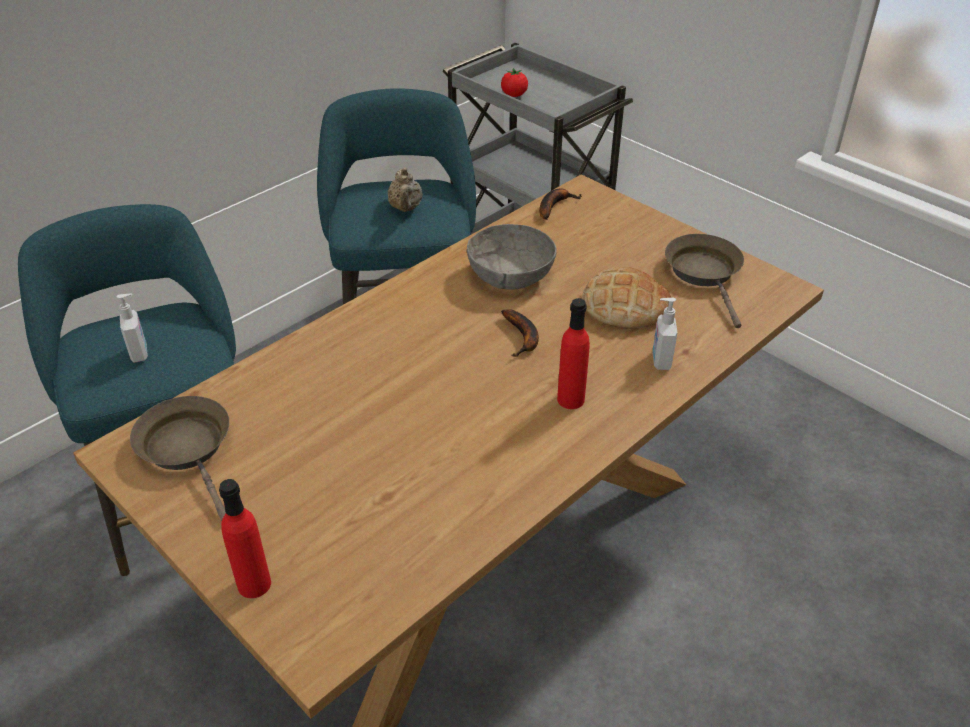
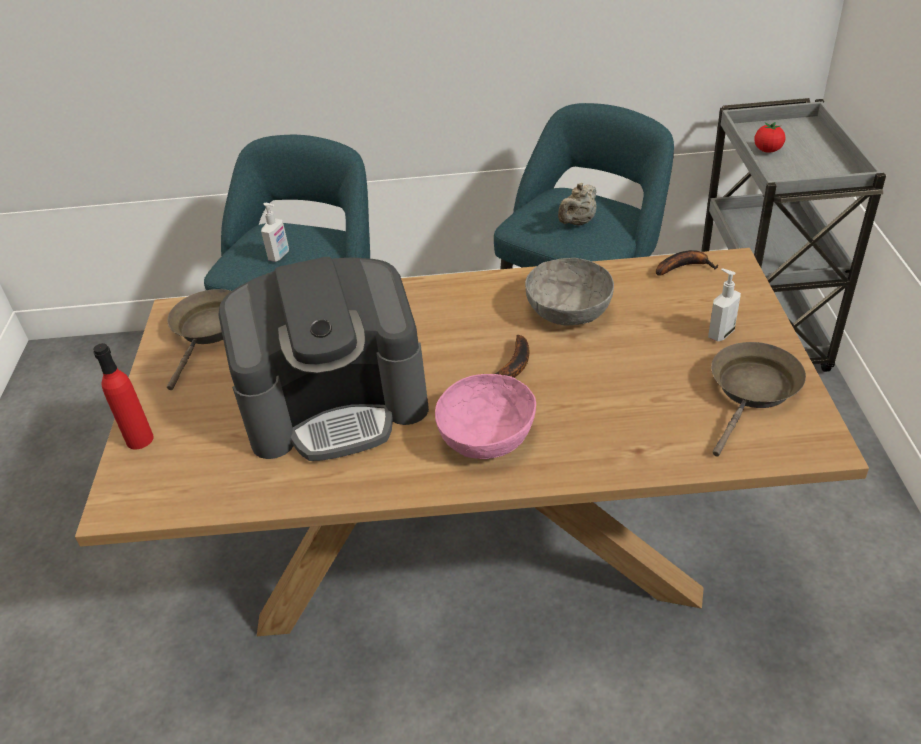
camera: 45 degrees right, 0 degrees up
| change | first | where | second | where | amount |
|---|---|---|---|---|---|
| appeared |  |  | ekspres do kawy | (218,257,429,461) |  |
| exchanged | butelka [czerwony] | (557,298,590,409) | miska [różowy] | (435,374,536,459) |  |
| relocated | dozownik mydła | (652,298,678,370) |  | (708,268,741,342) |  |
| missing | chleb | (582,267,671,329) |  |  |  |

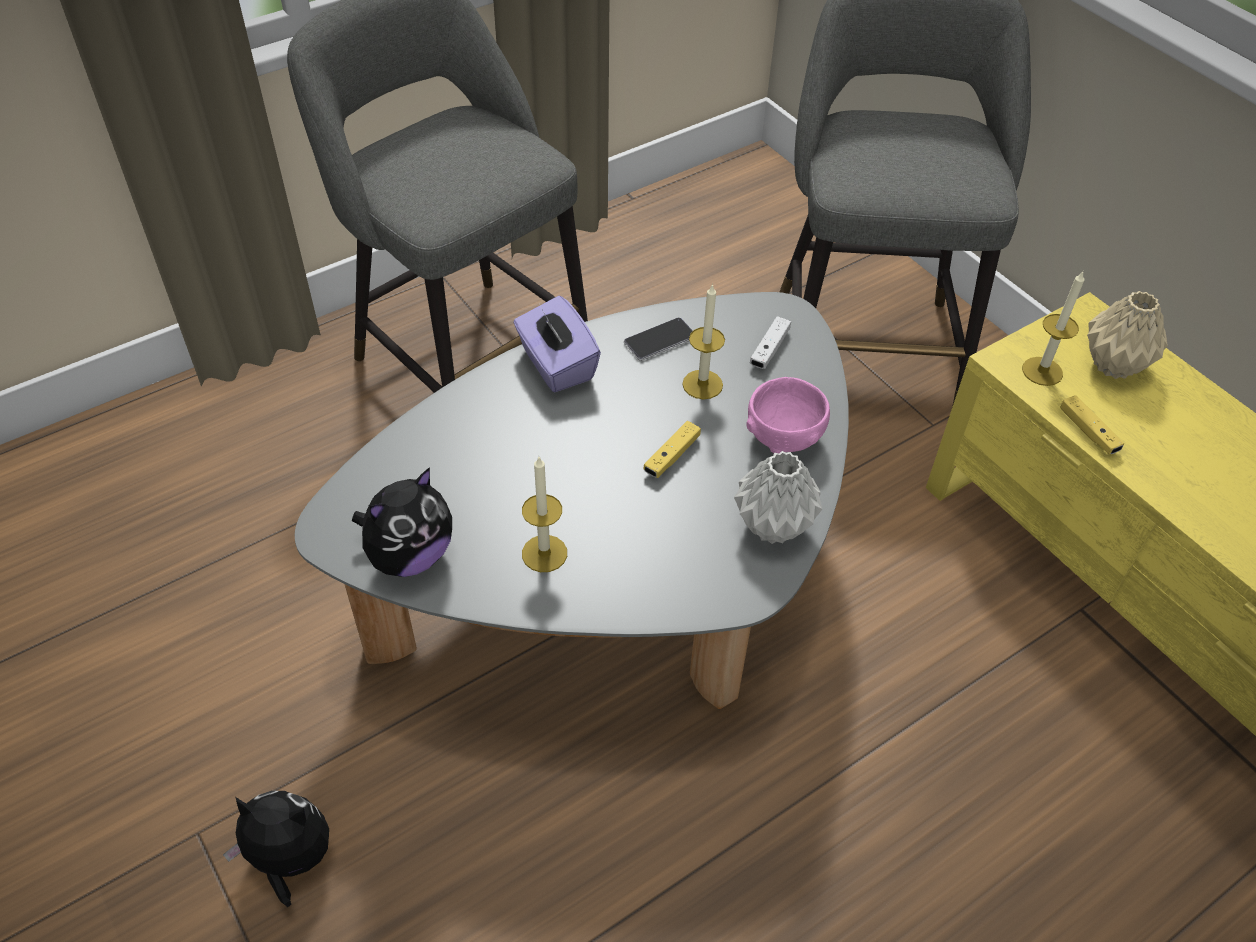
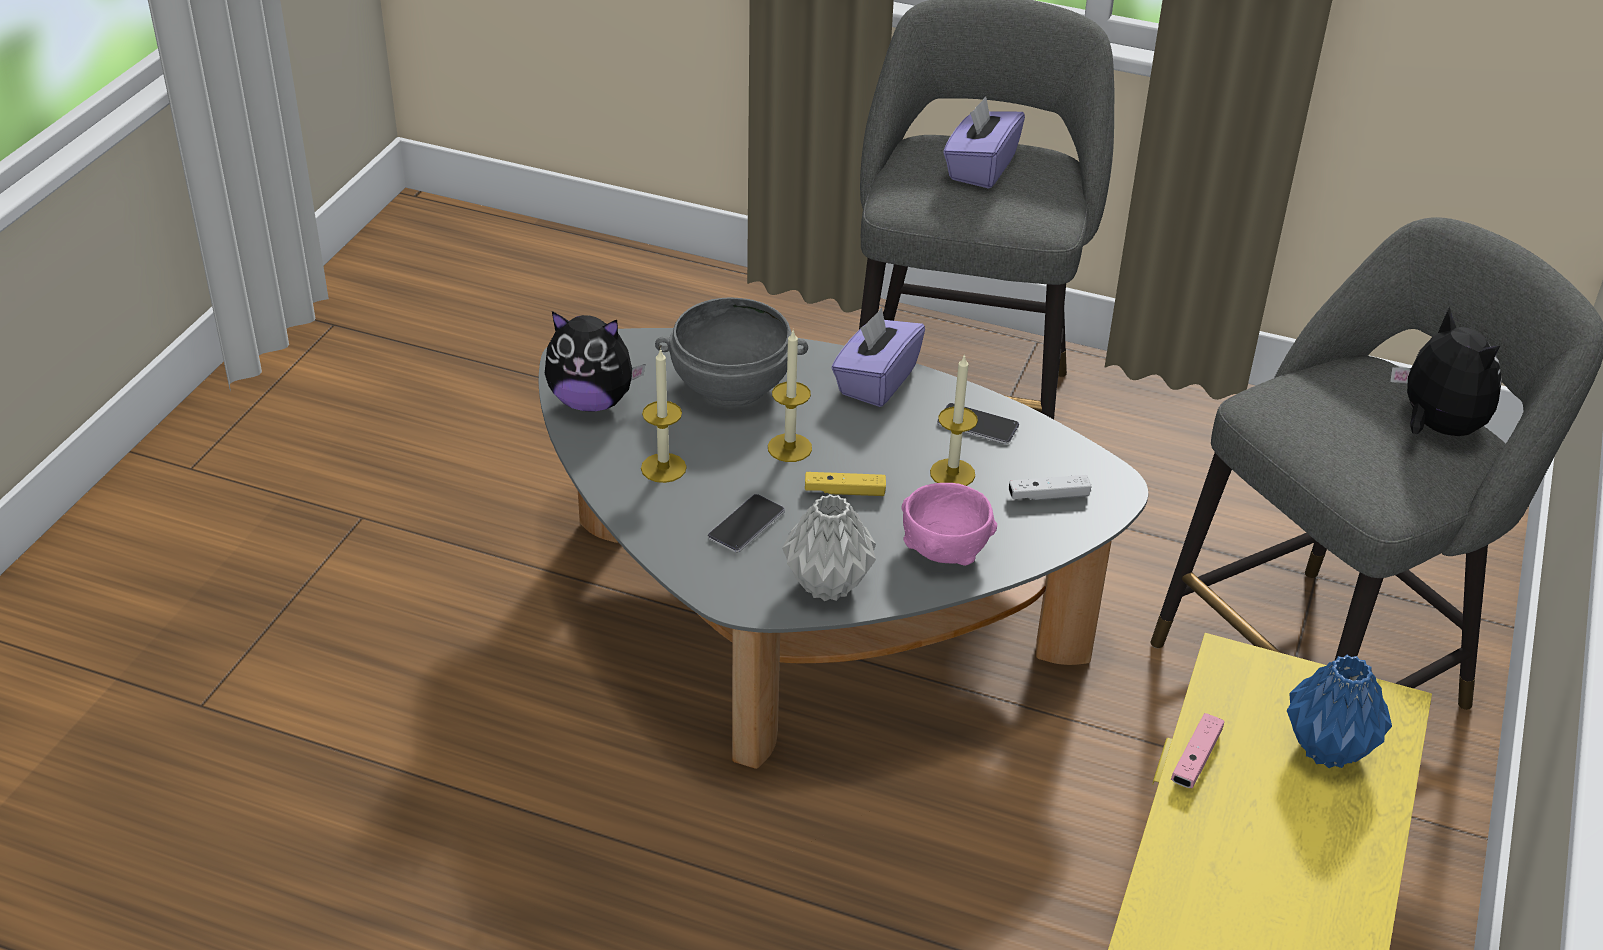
camera: 55 degrees right, 10 degrees down
| change | first | where | second | where | amount |
|---|---|---|---|---|---|
| appeared |  |  | miska [szary] | (655,297,808,407) |  |
| appeared |  |  | telefon | (708,494,785,552) |  |
| relocated | świeca | (1022,272,1084,386) |  | (768,331,812,462) |  |
| appeared |  |  | pudełko chusteczek [fioletowy] | (943,96,1025,189) |  |
| colour | pad do gier [żółty] | (1060,395,1124,455) | pad do gier [różowy] | (1171,713,1224,788) |  |
| colour | wazon [beżowy] | (1087,291,1168,379) | wazon [niebieski] | (1287,655,1392,768) |  |
| relocated | pluszak | (223,791,329,907) |  | (1390,307,1502,436) |  |

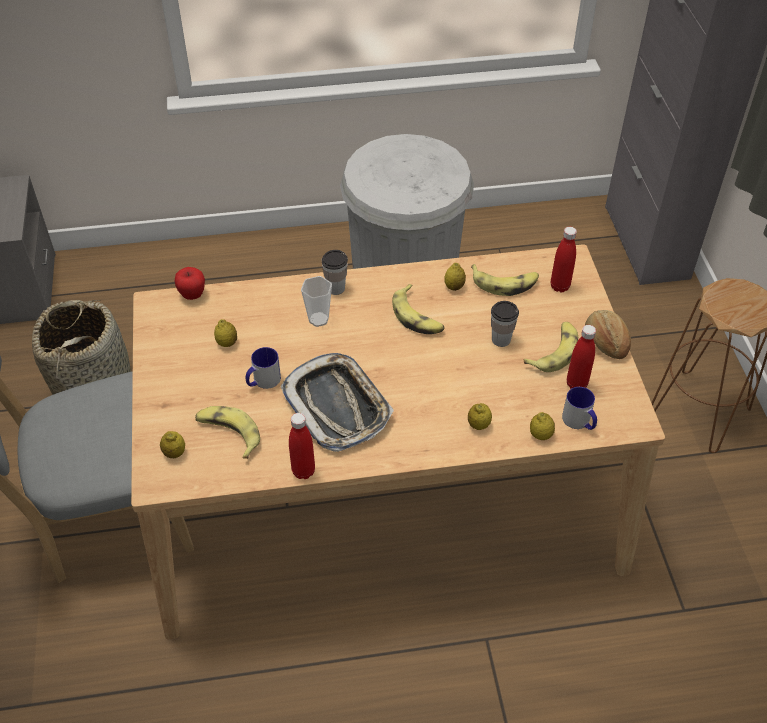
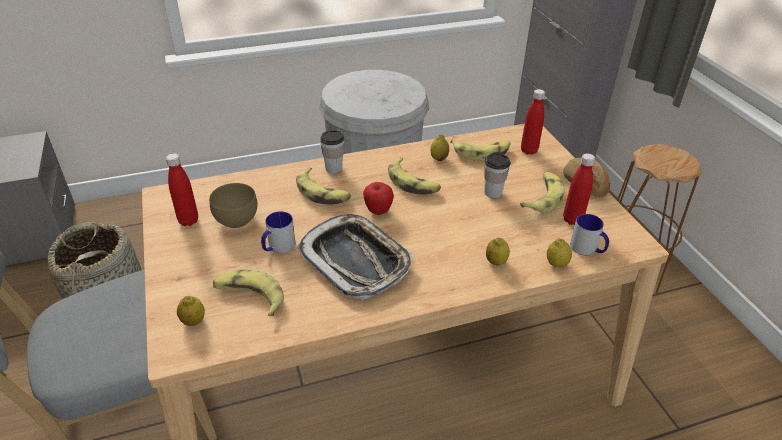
camera: 10 degrees left, 10 degrees down
| change | first | where | second | where | amount |
|---|---|---|---|---|---|
| relocated | butelka [czerwony] | (289,413,315,479) |  | (166,154,198,226) |  |
| exchanged | cytryna | (214,319,237,347) | miska [brązowy] | (209,183,257,228) |  |
| exchanged | filiżanka | (301,276,332,327) | banan | (296,167,351,205) |  |
| relocated | jabłko | (174,267,205,300) |  | (363,182,394,215) |  |

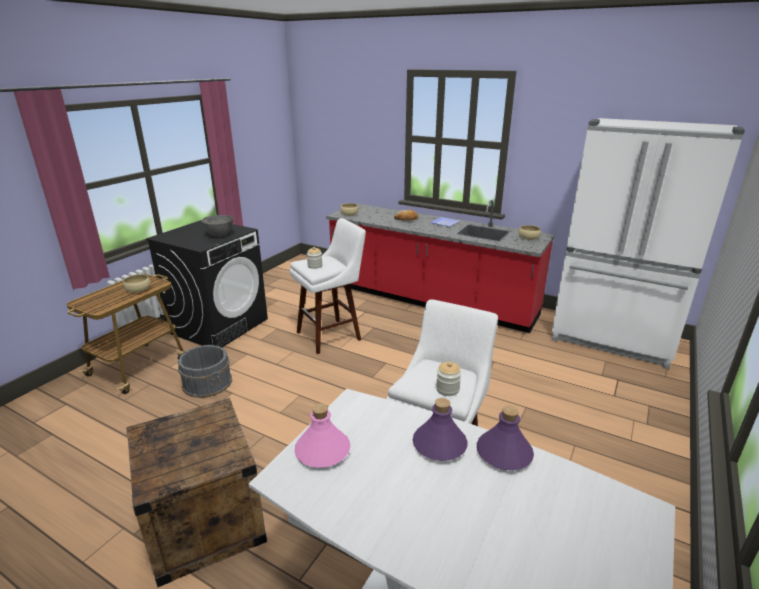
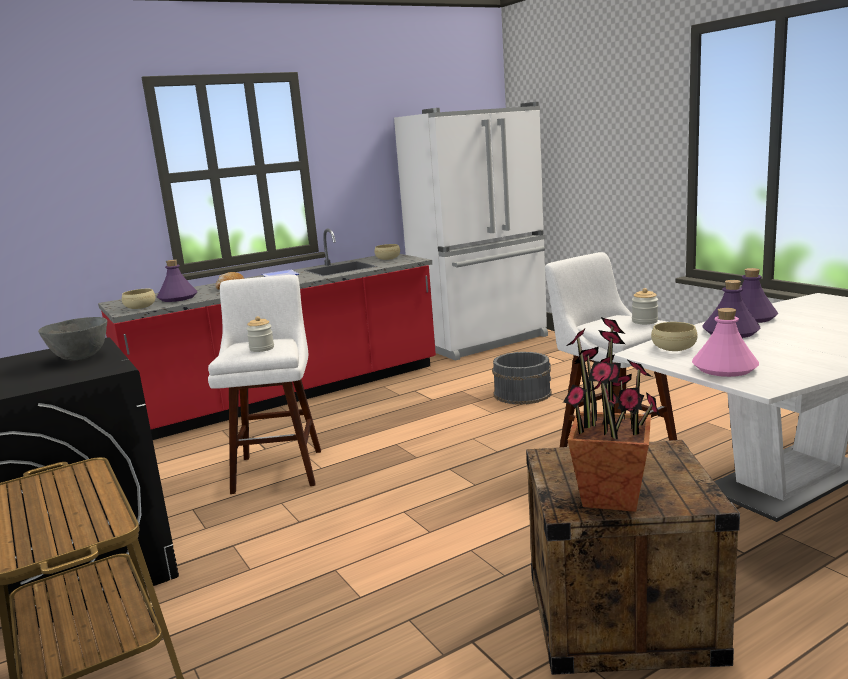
camera: 60 degrees left, 10 degrees down
| change | first | where | second | where | amount |
|---|---|---|---|---|---|
| appeared |  |  | butelka [fioletowy] | (157,260,197,302) |  |
| relocated | wiadro [szary] | (178,345,232,398) |  | (492,352,552,405) |  |
| appeared |  |  | roślina doniczkowa | (563,317,660,512) |  |
| relocated | miska [beżowy] | (123,274,150,293) |  | (651,322,698,351) |  |

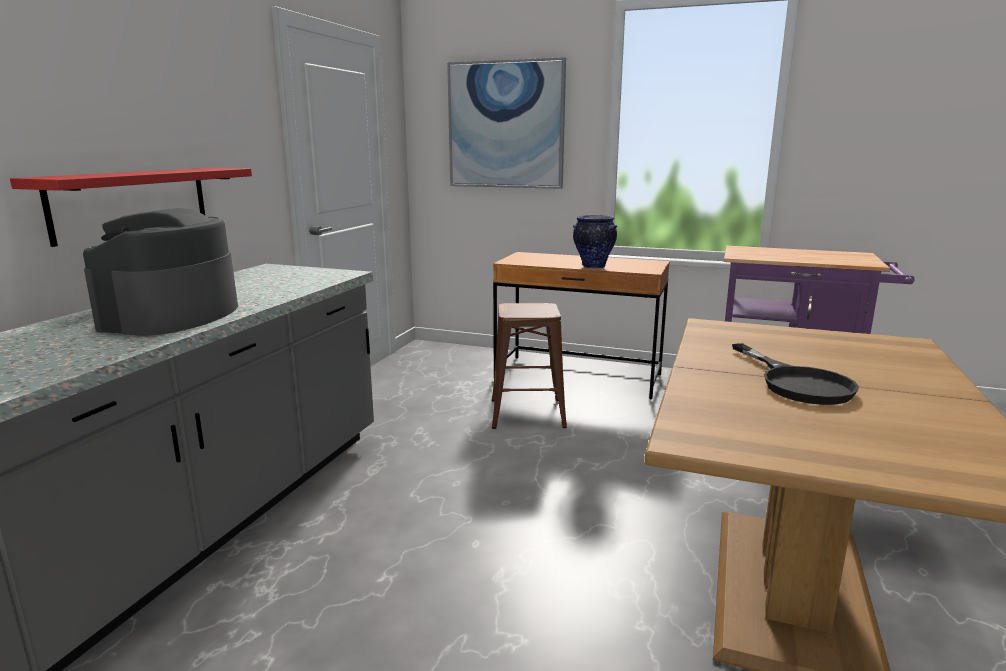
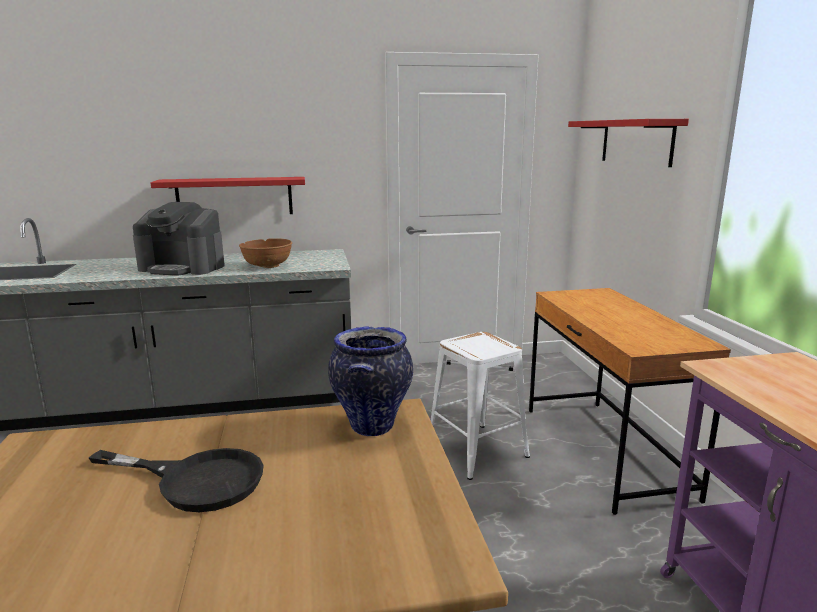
camera: 60 degrees right, 0 degrees up
| change | first | where | second | where | amount |
|---|---|---|---|---|---|
| spun | patelnia [czarny] | (732,343,859,405) |  | (89,448,264,512) | 120 degrees counterclockwise |
| spun | ekspres do kawy | (83,208,238,336) |  | (133,202,225,276) | 150 degrees counterclockwise |
| appeared |  |  | miska [brązowy] | (239,238,292,268) |  |
| relocated | wazon | (573,215,617,269) |  | (328,326,413,436) |  |
| colour | stołek [brązowy] | (492,303,567,429) | stołek [biały] | (431,332,530,480) |  |
| exchanged | obraz | (447,57,566,189) | półka [czerwony] | (568,119,689,167) |  |

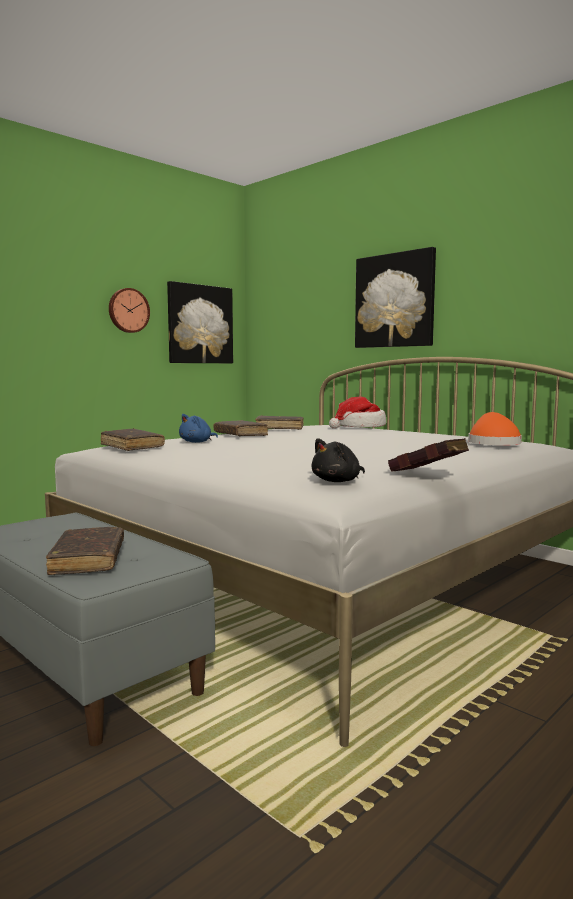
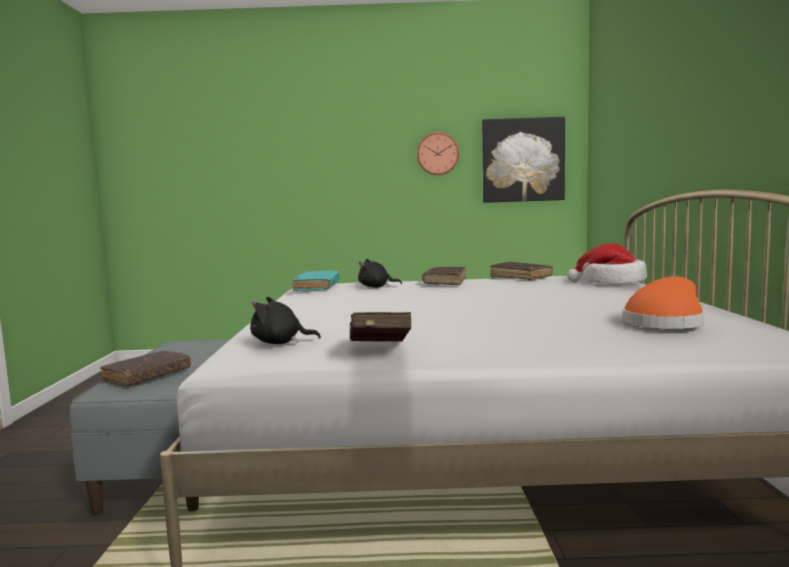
camera: 45 degrees right, 0 degrees up
| change | first | where | second | where | amount |
|---|---|---|---|---|---|
| colour | książka [brązowy] | (101,428,165,451) | książka [turkusowy] | (292,270,340,291) |  |
| colour | pluszak [niebieski] | (179,414,218,443) | pluszak [czarny] | (358,259,402,288) |  |
| missing | obraz | (355,247,436,348) |  |  |  |

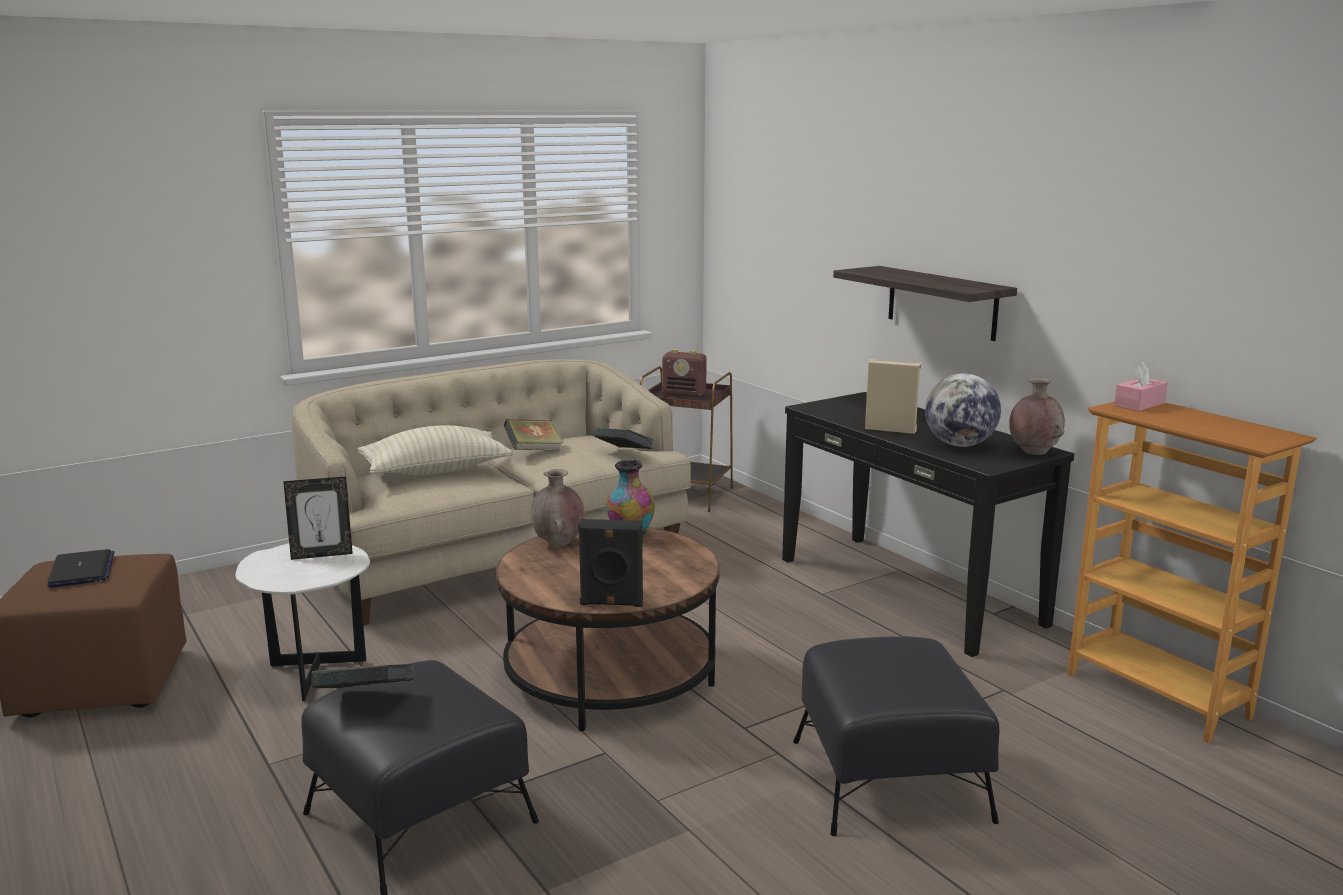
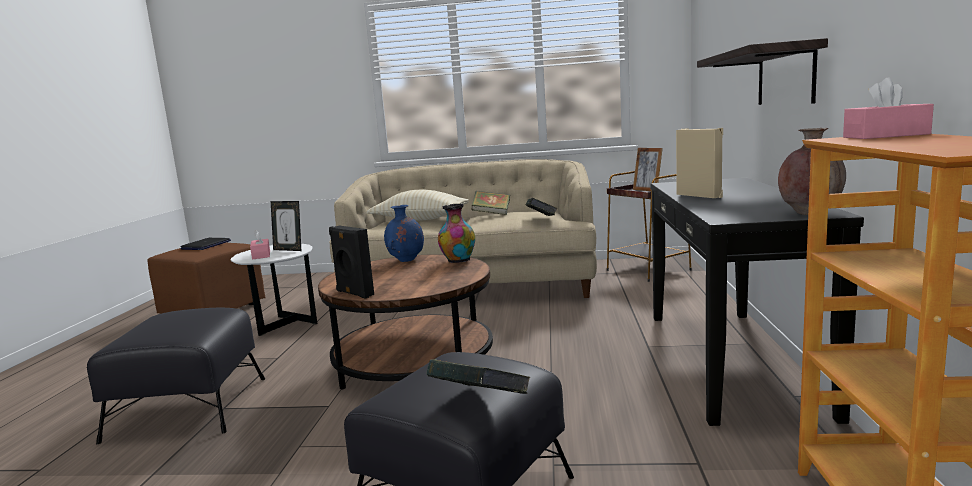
camera: 40 degrees right, 5 degrees down
| change | first | where | second | where | amount |
|---|---|---|---|---|---|
| appeared |  |  | pudełko chusteczek [różowy] | (250,230,270,260) |  |
| colour | wazon [brązowy] | (530,469,585,547) | wazon [niebieski] | (384,205,424,262) |  |
| relocated | książka | (311,664,414,688) |  | (426,359,531,394) |  |
| exchanged | radio | (662,349,707,397) | ramka na zdjęcie | (633,148,663,191) |  |
| missing | globus | (925,373,1001,447) |  |  |  |

